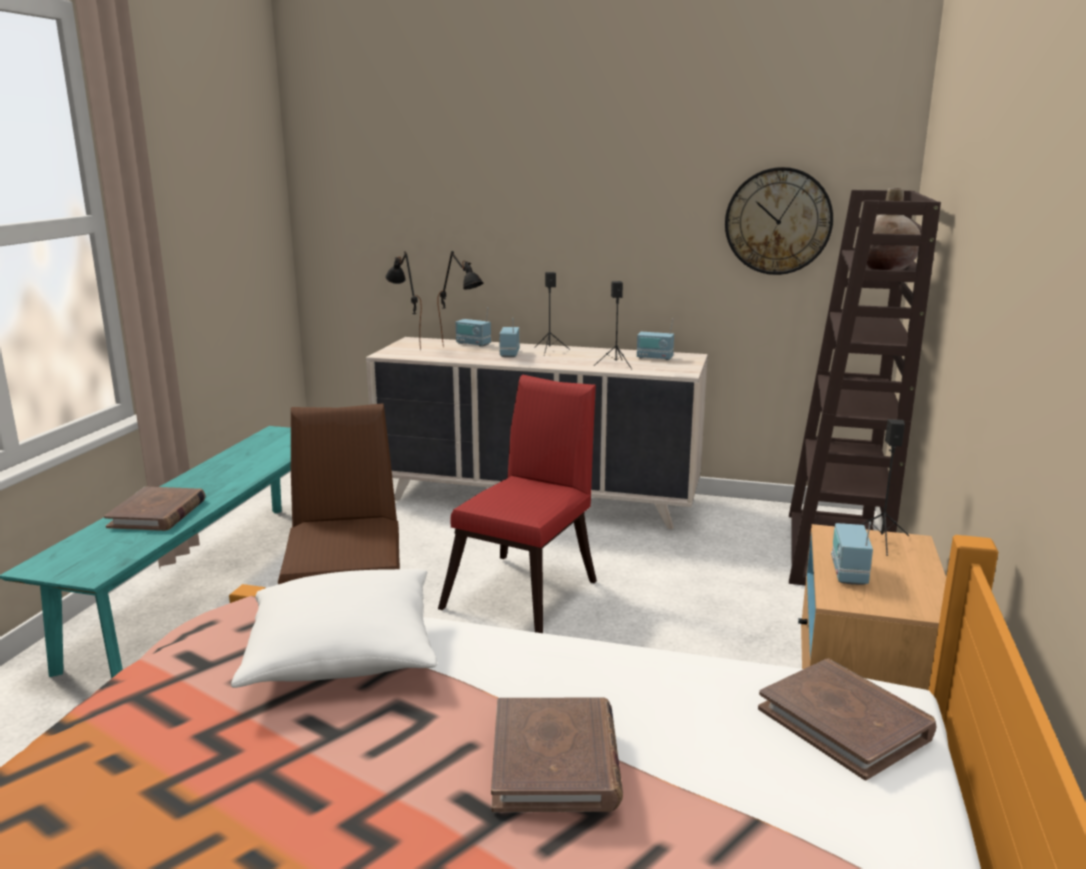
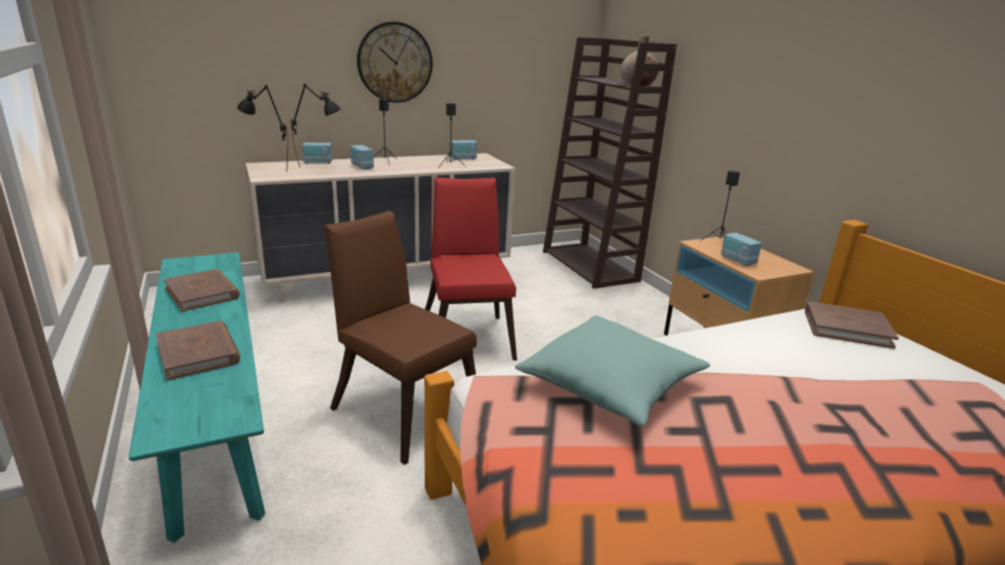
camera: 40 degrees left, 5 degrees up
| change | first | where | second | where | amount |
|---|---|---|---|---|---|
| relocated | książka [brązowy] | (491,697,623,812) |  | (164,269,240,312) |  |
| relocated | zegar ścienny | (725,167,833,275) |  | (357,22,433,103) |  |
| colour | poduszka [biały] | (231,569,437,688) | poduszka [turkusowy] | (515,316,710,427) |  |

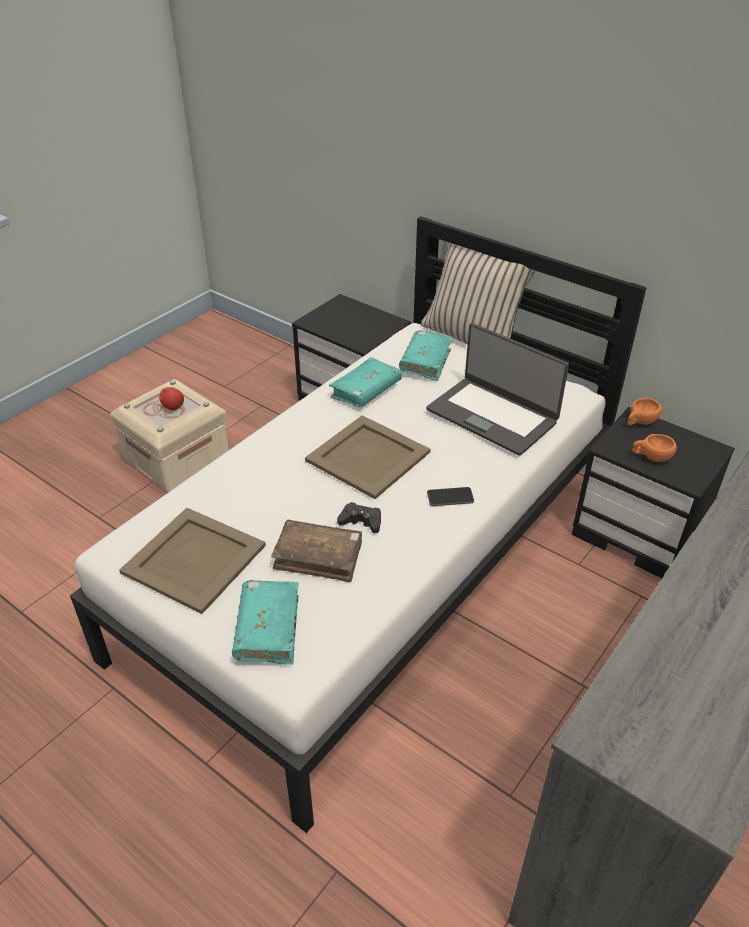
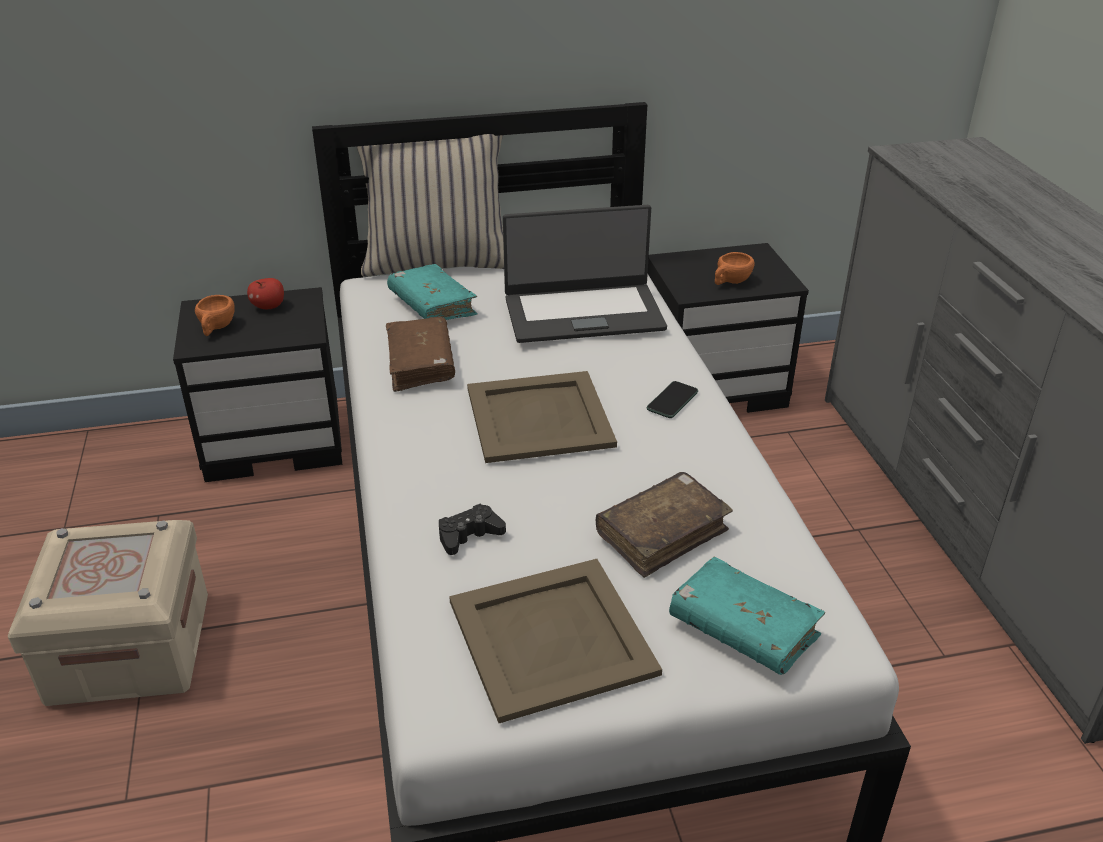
camera: 50 degrees left, 5 degrees down
| change | first | where | second | where | amount |
|---|---|---|---|---|---|
| relocated | filiżanka [pomarańczowy] | (627,398,662,426) |  | (195,295,234,336) |  |
| relocated | jabłko | (159,387,184,410) |  | (247,278,284,309) |  |
| colour | książka [turkusowy] | (329,357,402,408) | książka [brązowy] | (386,317,455,392) |  |
| relocated | pad do gier [czarny] | (337,502,381,533) |  | (439,504,506,555) |  |

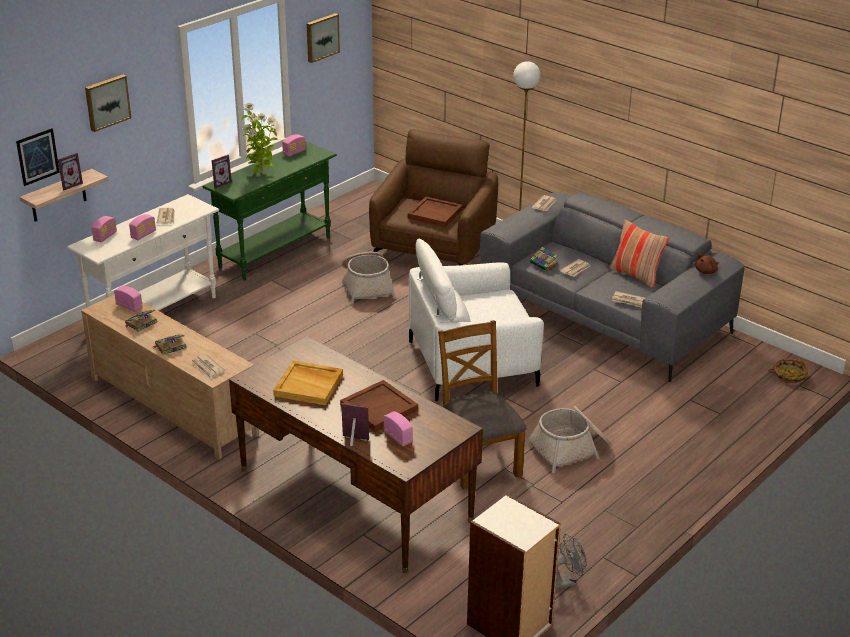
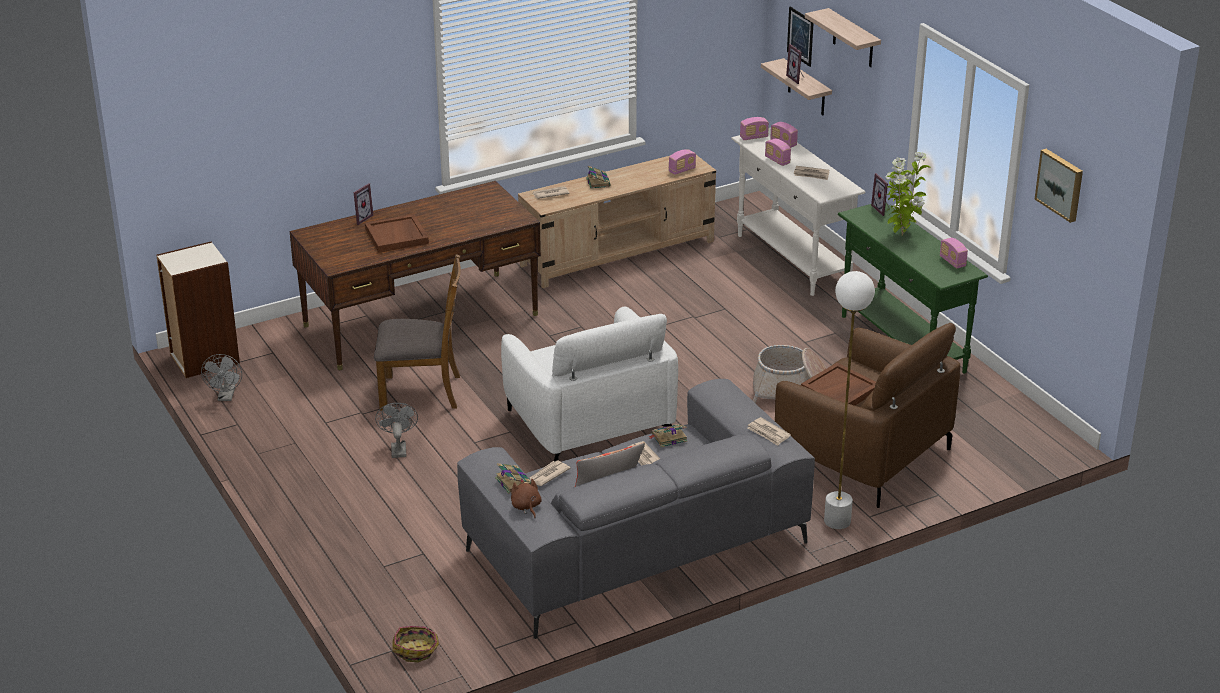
camera: 110 degrees right, 0 degrees up
| change | first | where | second | where | amount |
|---|---|---|---|---|---|
| exchanged | koszyk | (525,406,611,473) | wentylator [szary] | (375,403,418,458) |  |
| relocated | książka | (124,310,158,332) |  | (495,463,531,494) |  |
| spun | fotel [biały] | (409,239,544,401) |  | (501,307,678,461) | 150 degrees clockwise |
| relocated | radio | (384,411,413,446) |  | (740,117,769,140) |  |
| exchanged | obraz | (85,75,131,132) | półka | (805,8,881,67) |  |
| missing | taca [beżowy] | (273,361,343,405) |  |  |  |

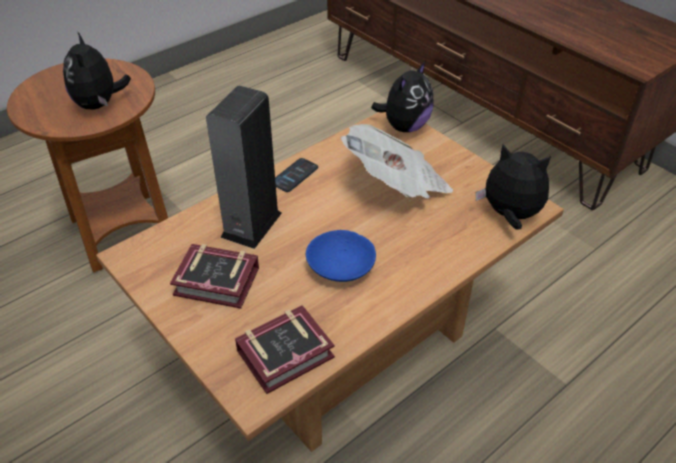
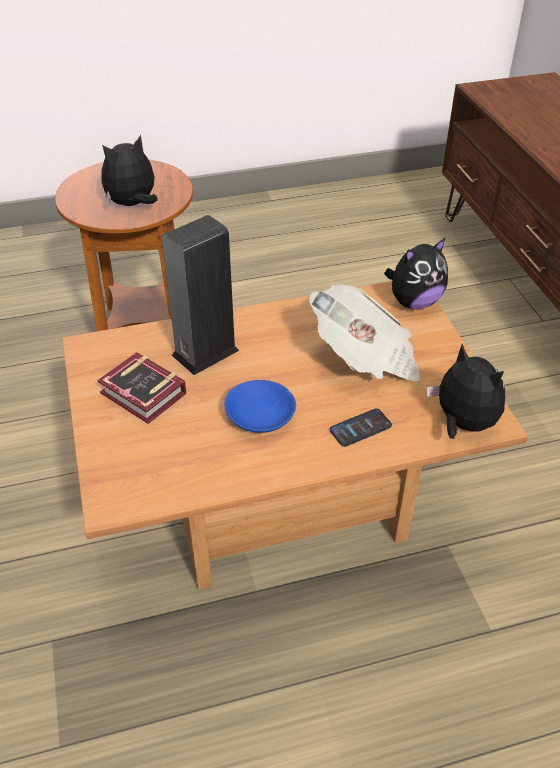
camera: 25 degrees right, 0 degrees up
| change | first | where | second | where | amount |
|---|---|---|---|---|---|
| spun | pluszak | (63,33,131,109) |  | (101,135,158,206) | 45 degrees clockwise |
| relocated | telefon | (275,158,318,192) |  | (330,409,392,447) |  |
| missing | książka | (235,305,335,394) |  |  |  |

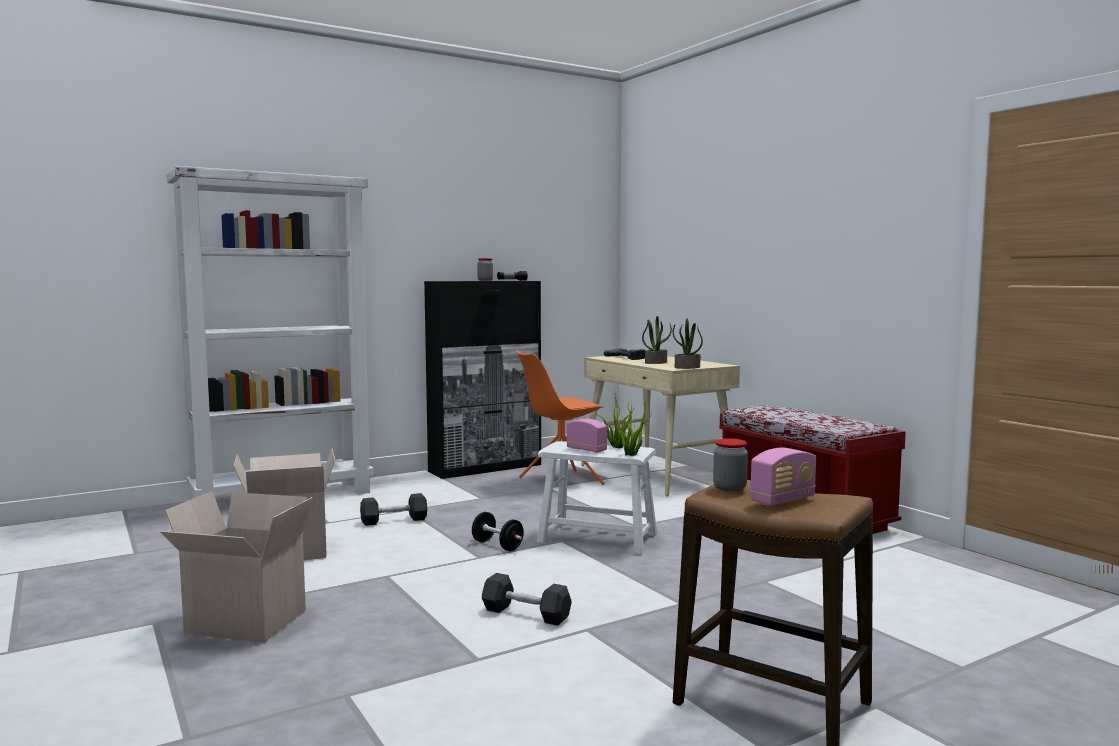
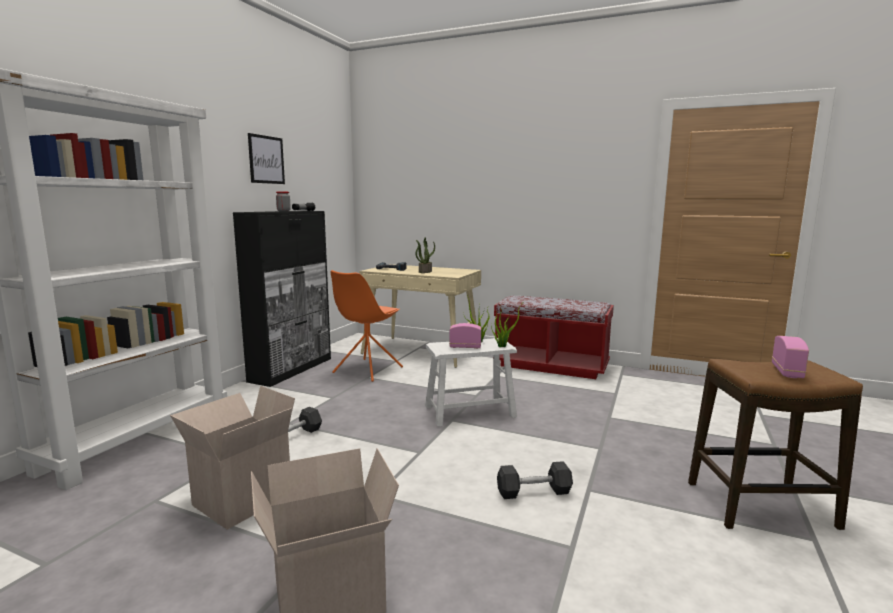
camera: 35 degrees left, 5 degrees up
| change | first | where | second | where | amount |
|---|---|---|---|---|---|
| appeared |  |  | obraz | (248,133,285,184) |  |
| missing | hantel [czarny] | (472,512,524,551) |  |  |  |
| missing | roślina doniczkowa | (673,319,703,369) |  |  |  |
| missing | słoik | (713,438,748,492) |  |  |  |

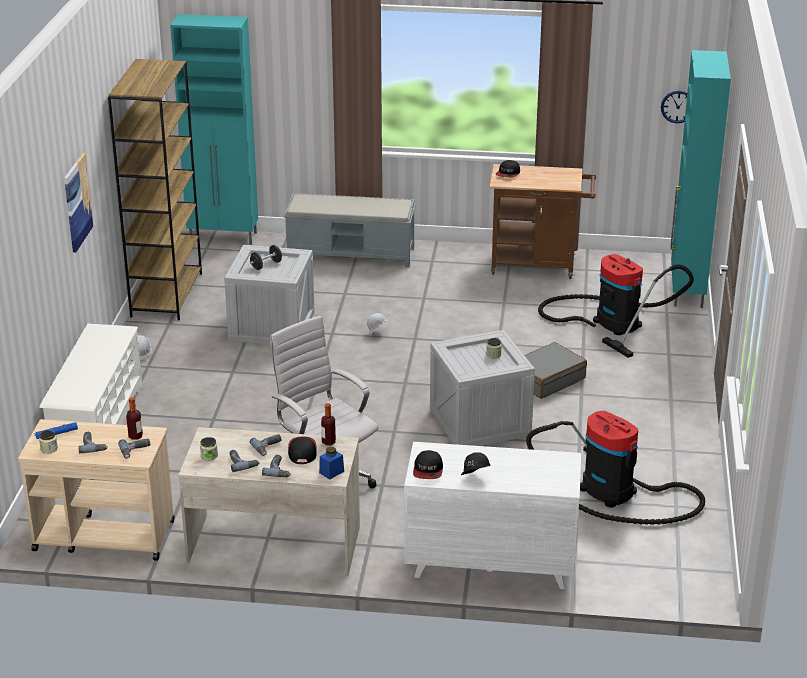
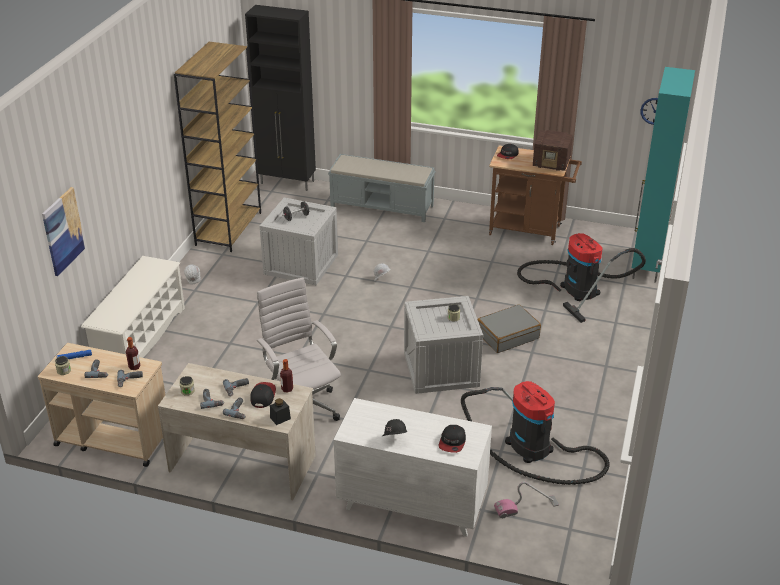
camera: 10 degrees right, 5 degrees up
| change | first | where | second | where | amount |
|---|---|---|---|---|---|
| relocated | obraz | (64,153,94,253) |  | (42,187,85,276) |  |
| colour | szafka [turkusowy] | (170,14,258,245) | szafka [czarny] | (245,5,316,191) |  |
| colour | słoik [niebieski] | (319,447,344,480) | słoik [czarny] | (270,398,291,425) |  |
| relocated | czapka z daszkiem | (413,450,443,479) |  | (438,425,466,453) |  |
| appeared |  |  | odkurzacz | (494,481,559,518) |  |
| appeared |  |  | radio | (533,130,573,171) |  |

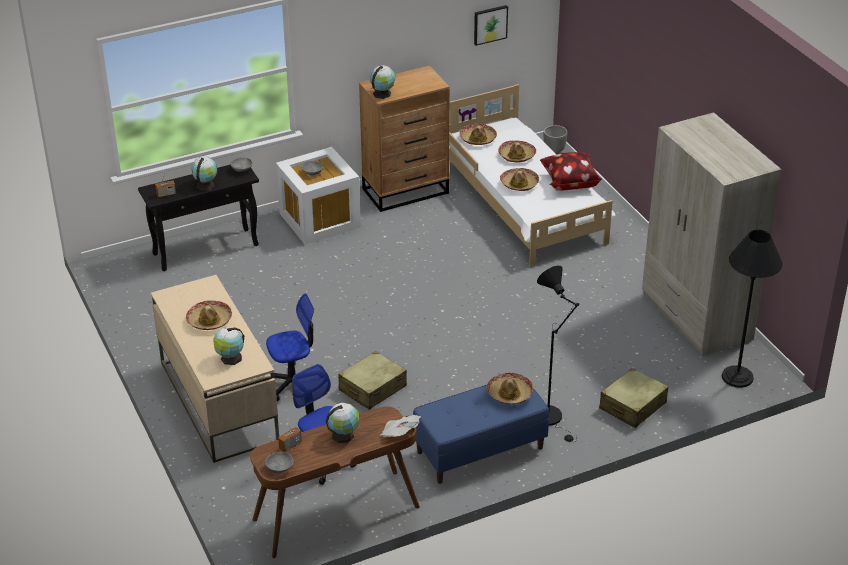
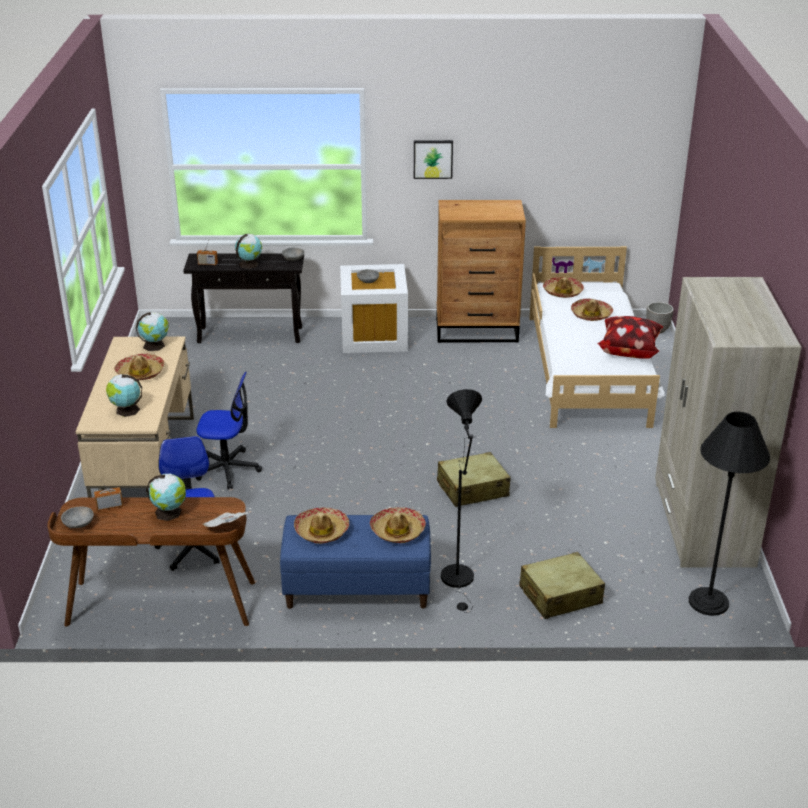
camera: 25 degrees right, 5 degrees down
| change | first | where | second | where | amount |
|---|---|---|---|---|---|
| relocated | globus | (370,65,395,99) |  | (136,312,169,351) |  |
| relocated | kapelusz | (500,168,539,191) |  | (294,507,349,544) |  |
| relocated | obraz | (474,5,508,46) |  | (414,140,453,179) |  |
| relocated | walizka [beżowy] | (338,351,407,410) |  | (437,452,511,507) |  |

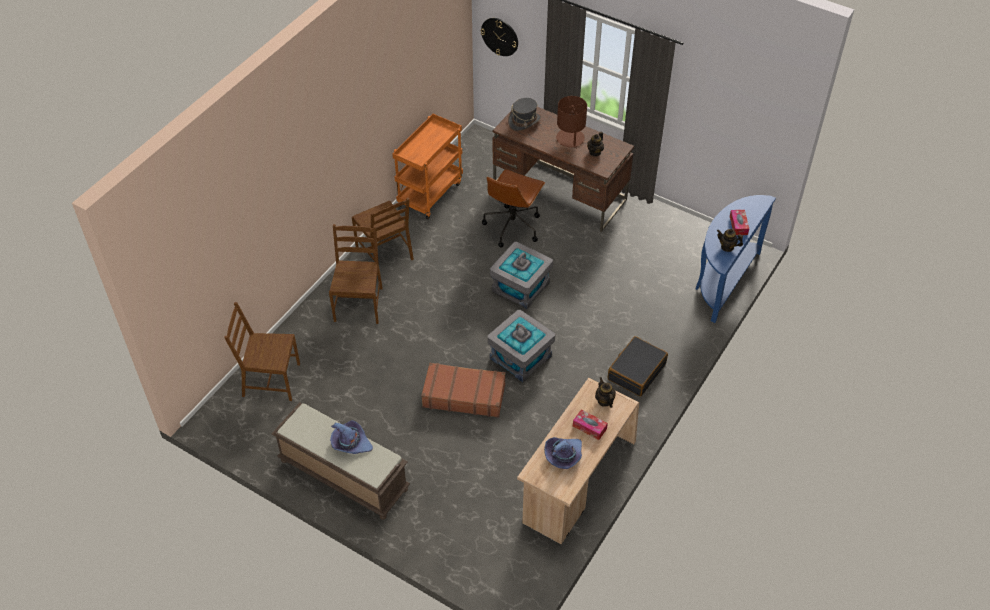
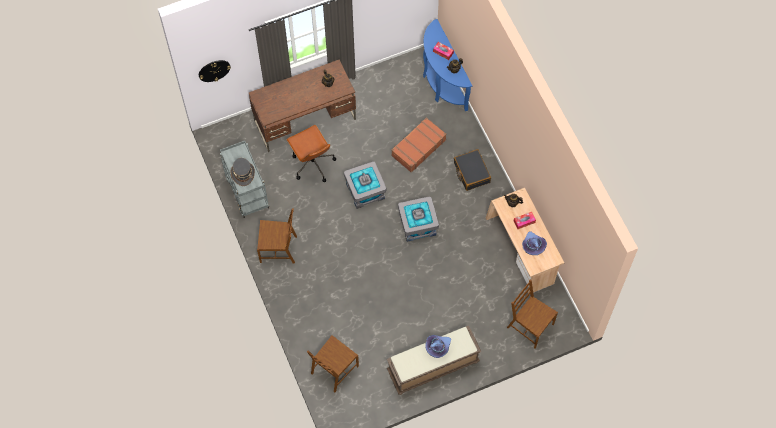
camera: 55 degrees left, 15 degrees up
| change | first | where | second | where | amount |
|---|---|---|---|---|---|
| colour | wózek [pomarańczowy] | (392,114,463,220) | wózek [szary] | (220,141,269,218) |  |
| relocated | kapelusz [szary] | (508,98,541,131) |  | (231,158,255,186) |  |
| relocated | walizka [brązowy] | (421,363,506,418) |  | (391,117,446,173) |  |
| relocated | krzesło [brązowy] | (329,224,383,324) |  | (507,280,558,349) |  |
| missing | lampa stołowa [brązowy] | (556,96,587,148) |  |  |  |

